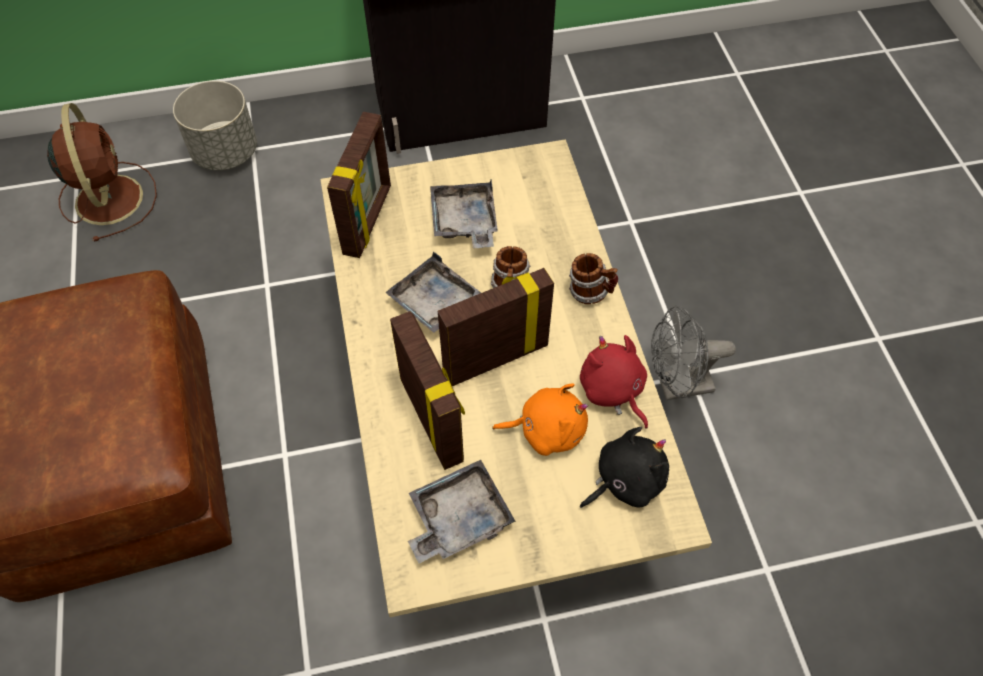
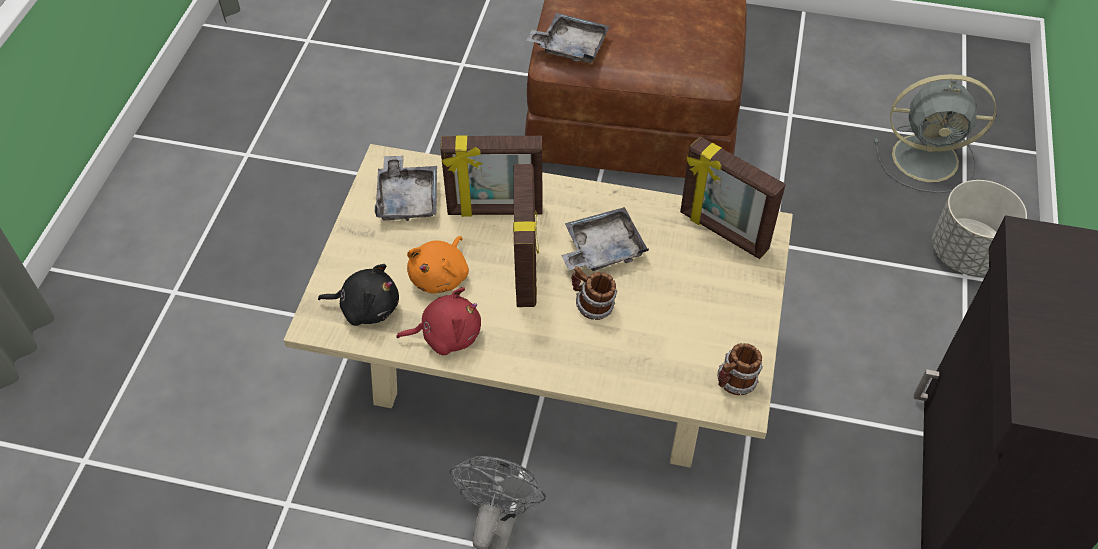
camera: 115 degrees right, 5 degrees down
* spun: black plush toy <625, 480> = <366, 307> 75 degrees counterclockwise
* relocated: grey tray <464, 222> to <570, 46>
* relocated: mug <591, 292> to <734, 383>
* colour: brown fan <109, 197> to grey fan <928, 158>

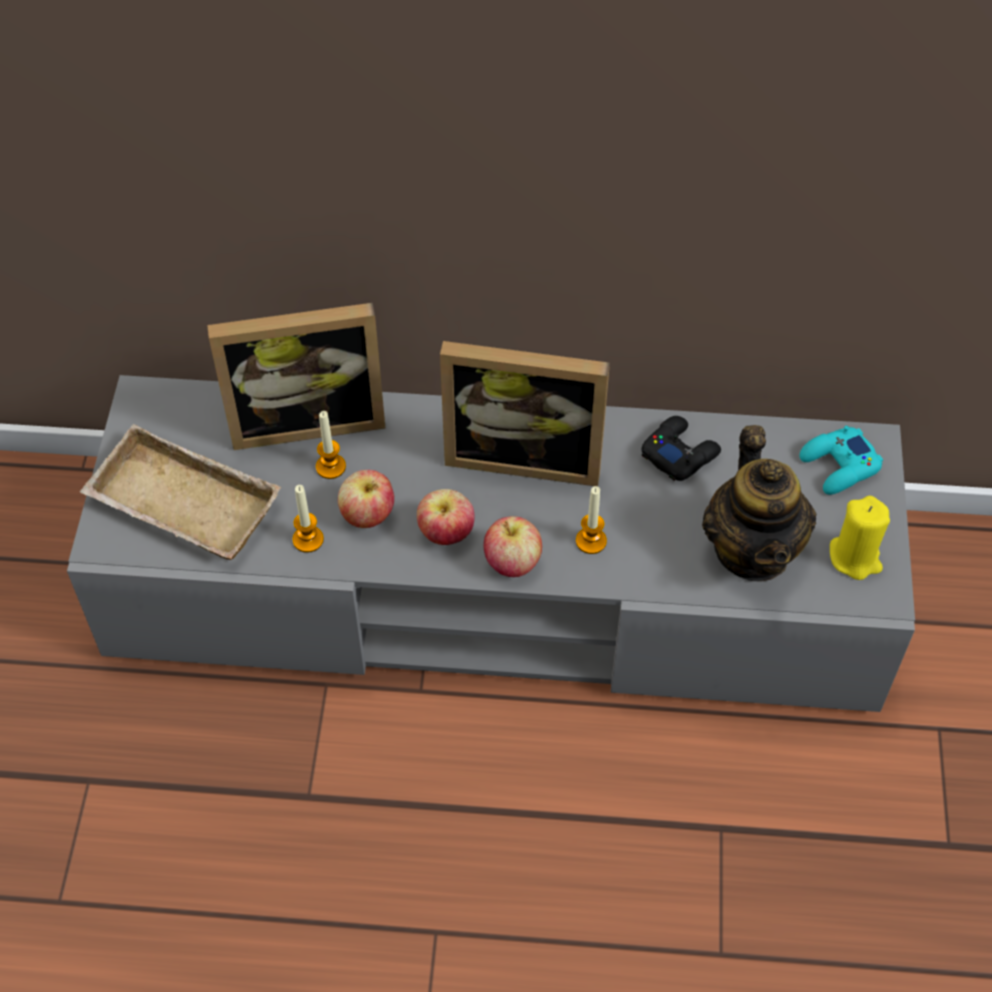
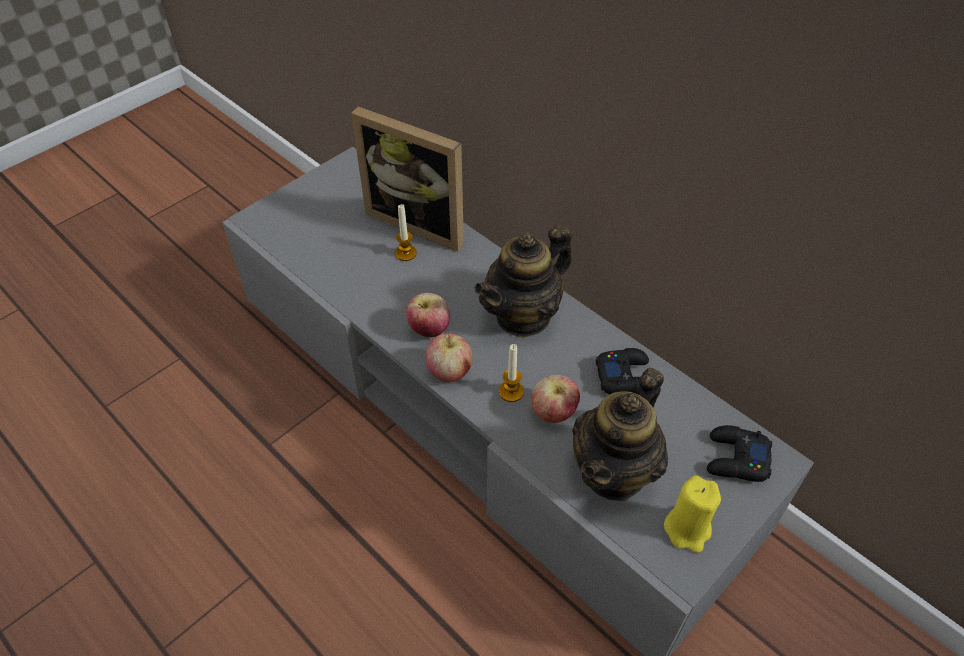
camera: 40 degrees right, 5 degrees down
* exchanged: picture frame <525, 454> to teapot <523, 315>
* relocated: apple <367, 515> to <553, 412>
* colour: turquoise game controller <839, 466> to black game controller <736, 459>
* missing: beige tray <179, 506>
* missing: candle <308, 539>

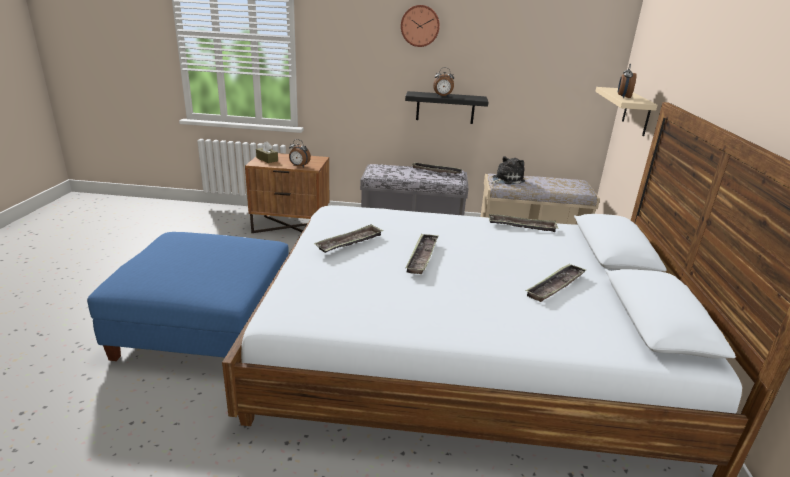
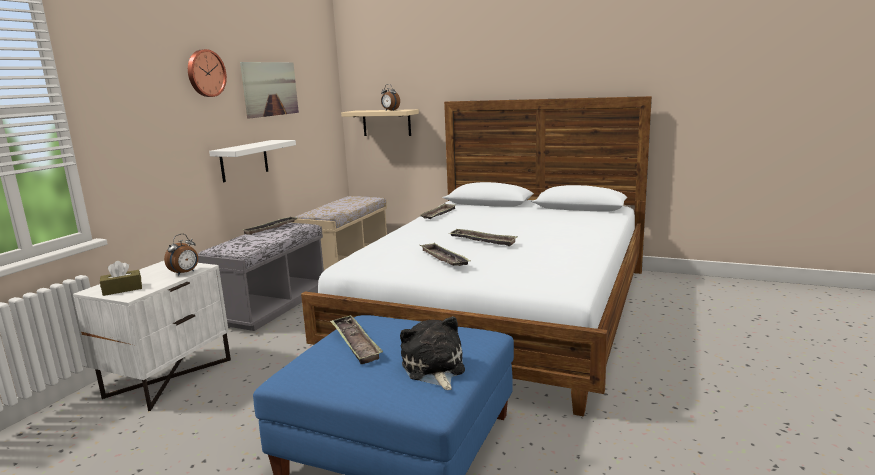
camera: 70 degrees left, 10 degrees down
* colour: brown nightstand <291, 227> to white nightstand <169, 377>
* colour: black shelf <445, 107> to white shelf <244, 160>
* appeared: picture <270, 89>
* relocated: tray <555, 286> to <355, 343>
* relocated: plush toy <506, 180> to <434, 369>
* missing: alarm clock <442, 96>

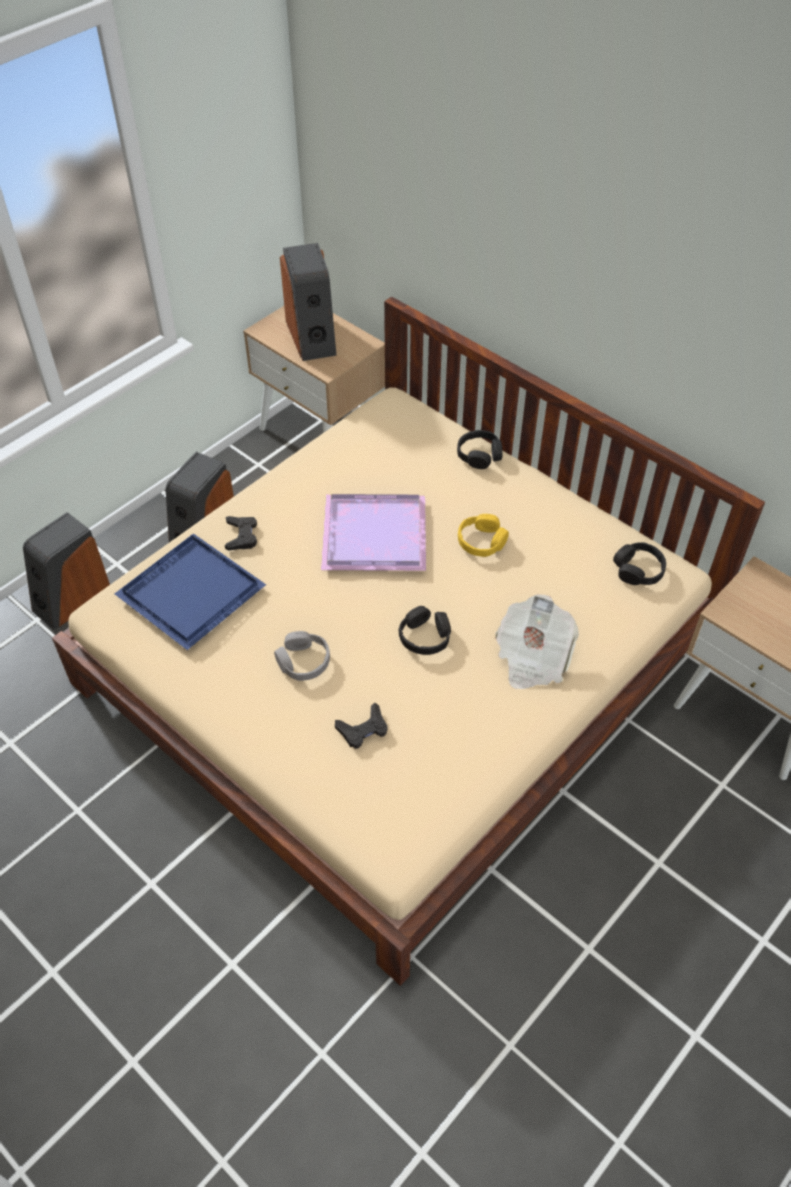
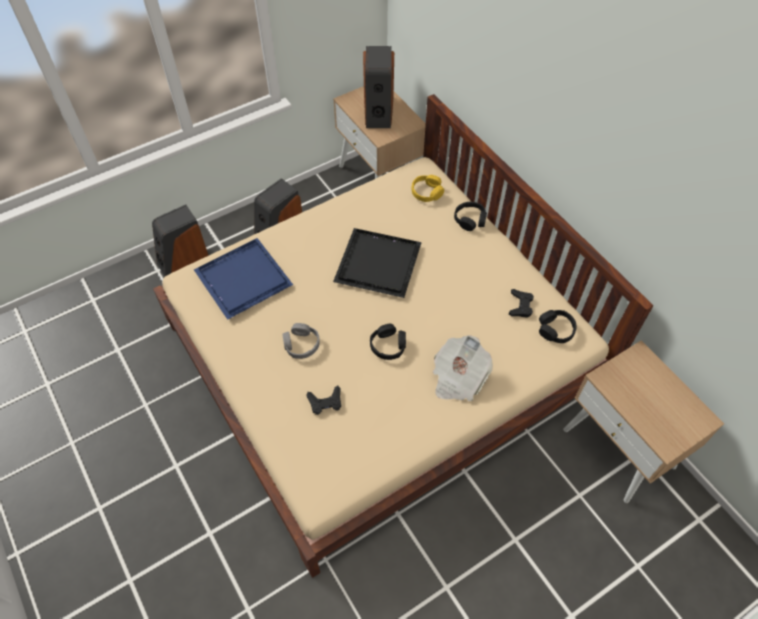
camera: 15 degrees right, 5 degrees up
* colour: purple tray <376, 533> to black tray <379, 263>
* relocated: yellow headphones <481, 541> to <427, 192>
* relocated: black game controller <241, 536> to <520, 305>

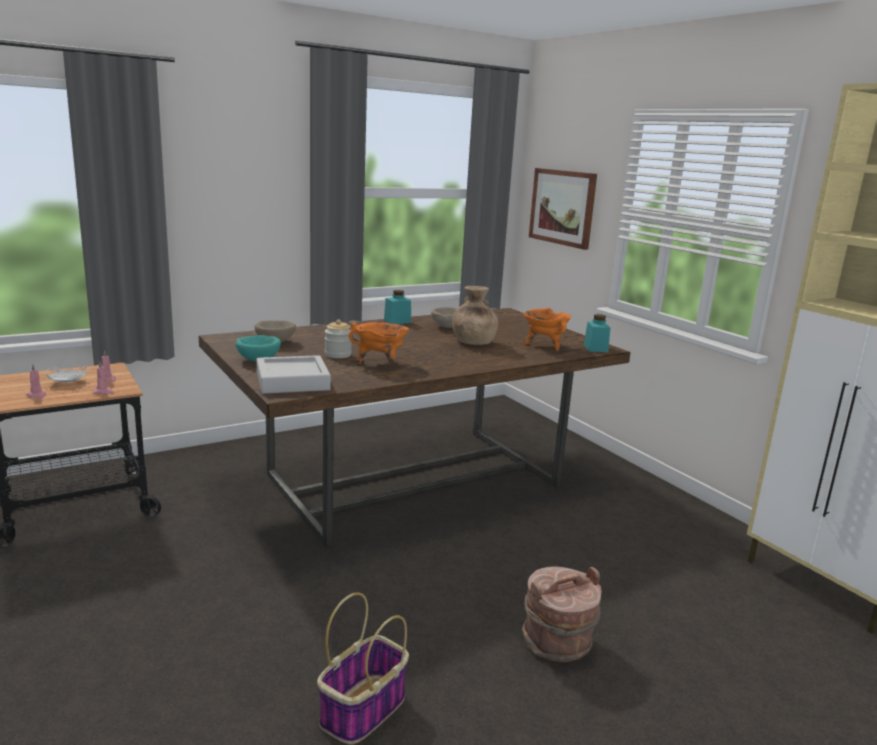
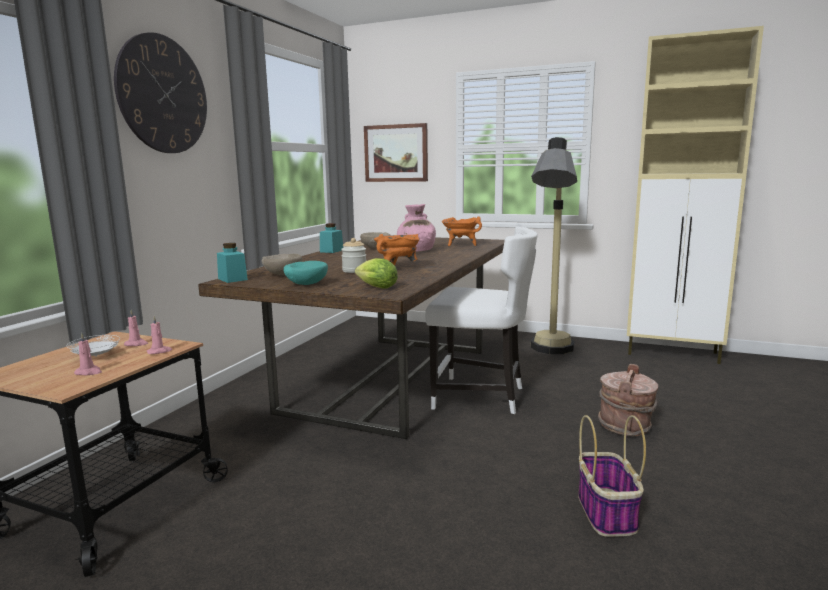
camera: 35 degrees left, 5 degrees down
* appeared: wall clock <163, 95>
* relocated: turquoise jar <595, 348> to <232, 279>
* exchanged: grey tray <292, 381> to lettuce <374, 287>
* colour: brown vase <473, 342> to pink vase <416, 250>
* appeared: white chair <480, 397>
* appeared: floor lamp <549, 353>

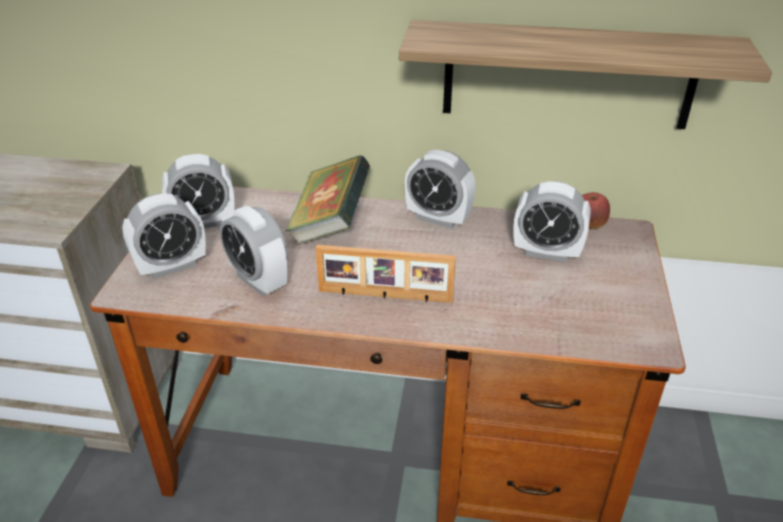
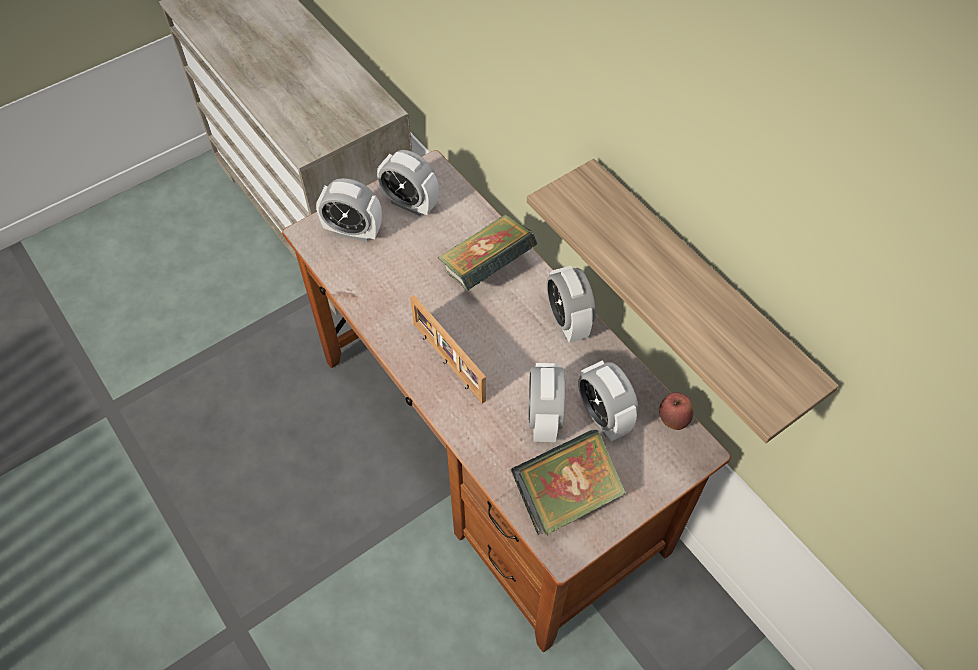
camera: 45 degrees right, 20 degrees up
* appeared: book <566, 495>
* relocated: alarm clock <258, 281> to <544, 418>

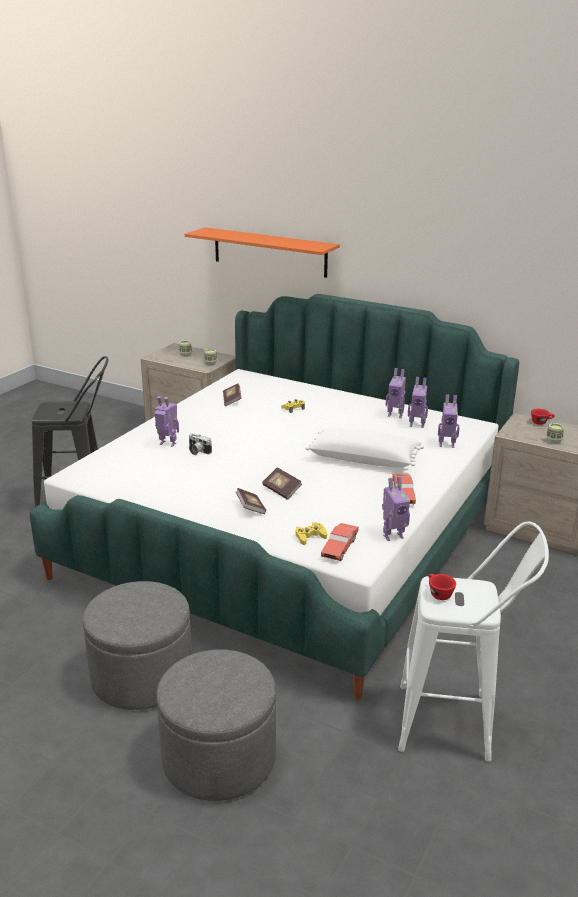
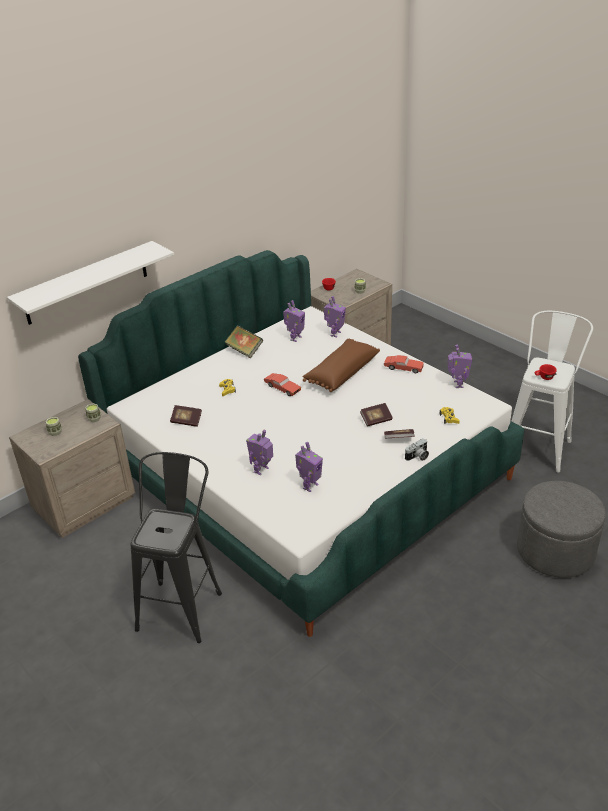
camera: 70 degrees left, 10 degrees up
* colour: orange shelf <269, 252> to white shelf <86, 283>
* appeared: book <244, 350>
* relocated: red toy car <339, 548> to <282, 388>
* relocated: toy robot <395, 415> to <310, 486>
* colour: white pillow <364, 459> to brown pillow <341, 373>
* relocated: photo camera <197, 451> to <417, 457>
* missing: grey ottoman <142, 676>

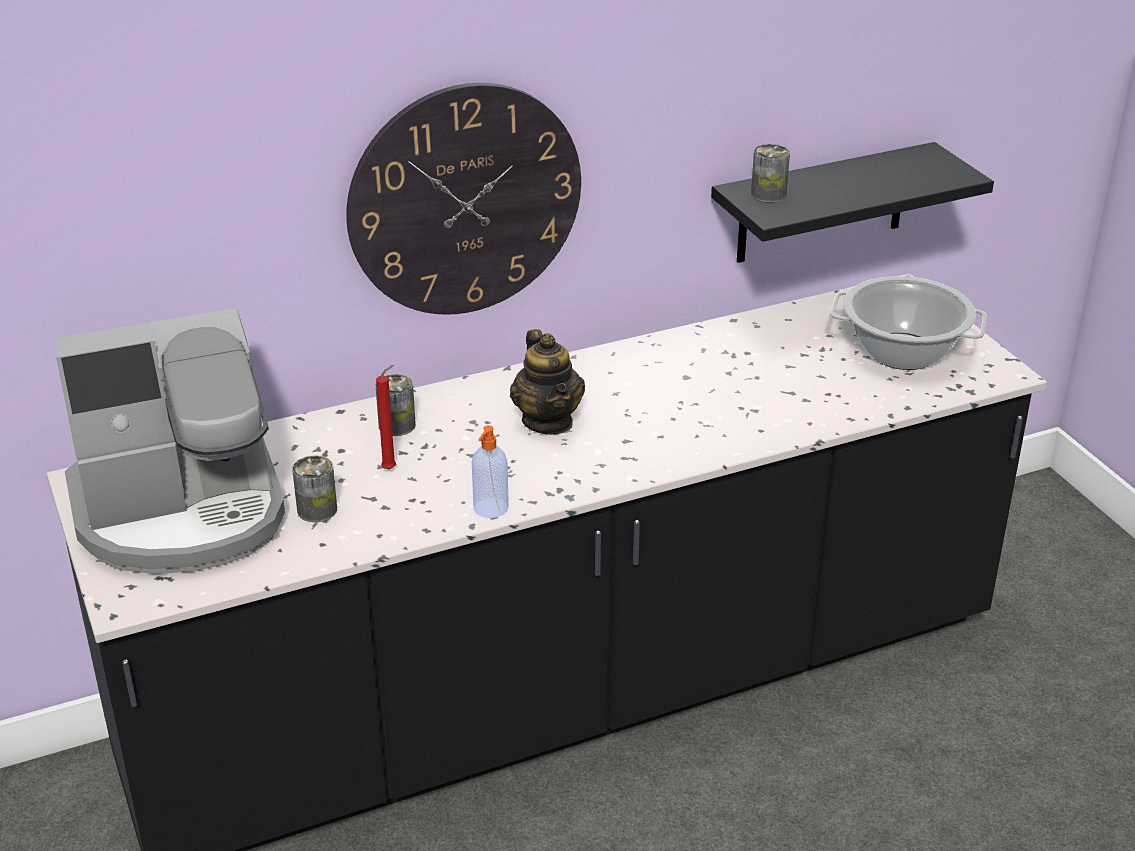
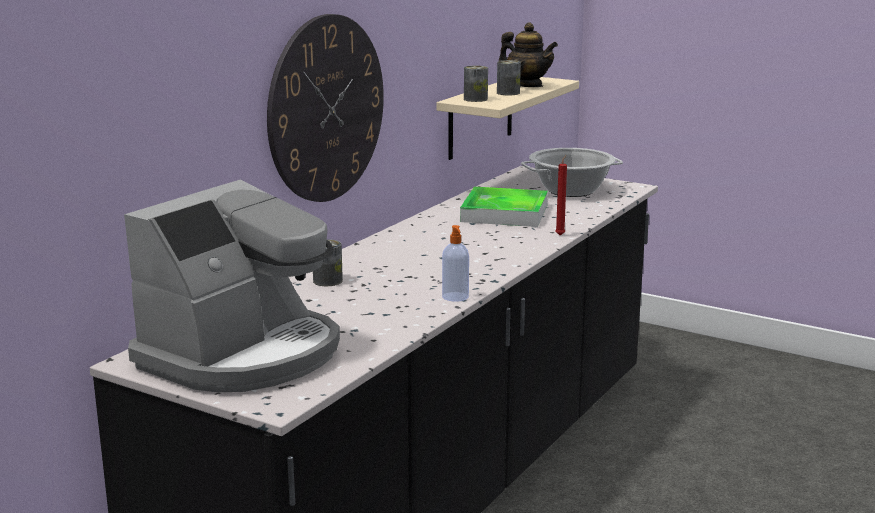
camera: 35 degrees left, 15 degrees down
* colour: black shelf <822, 204> to beige shelf <480, 117>
* appeared: tray <504, 213>
* relocated: can <317, 510> to <508, 93>
* relocated: teapot <548, 421> to <527, 85>
* relocated: red candle <391, 469> to <560, 235>

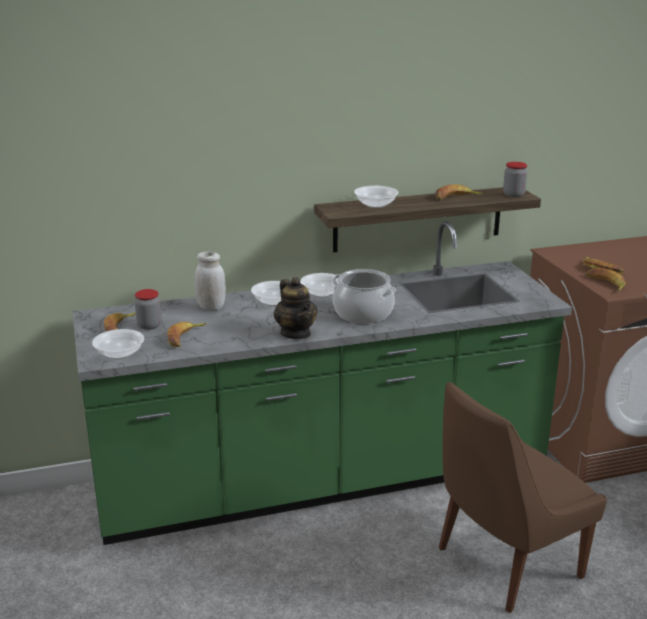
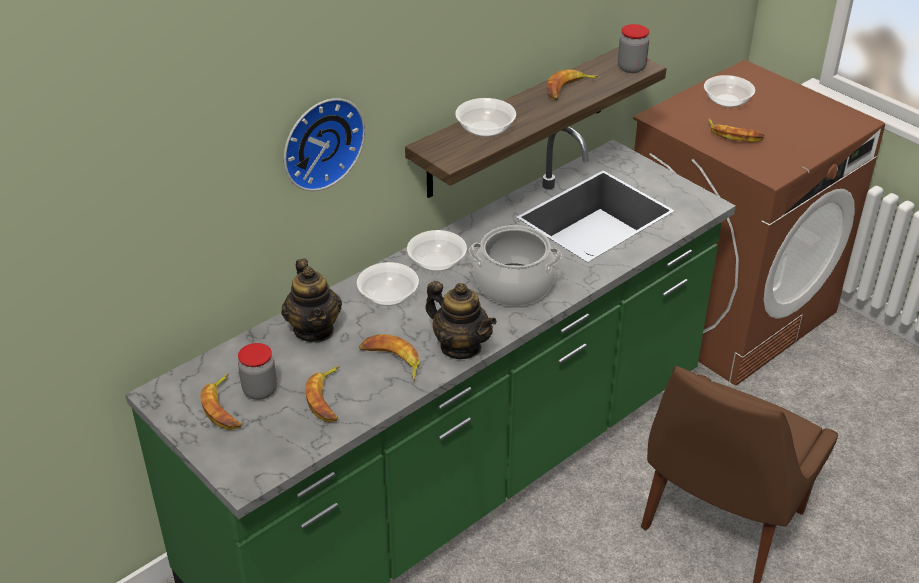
camera: 25 degrees left, 15 degrees up
* exchanged: white jar <211, 307> to teapot <314, 330>
* appeared: wall clock <320, 141>
* relocated: banana <605, 283> to <391, 361>
* relocated: bowl <119, 354> to <727, 101>

